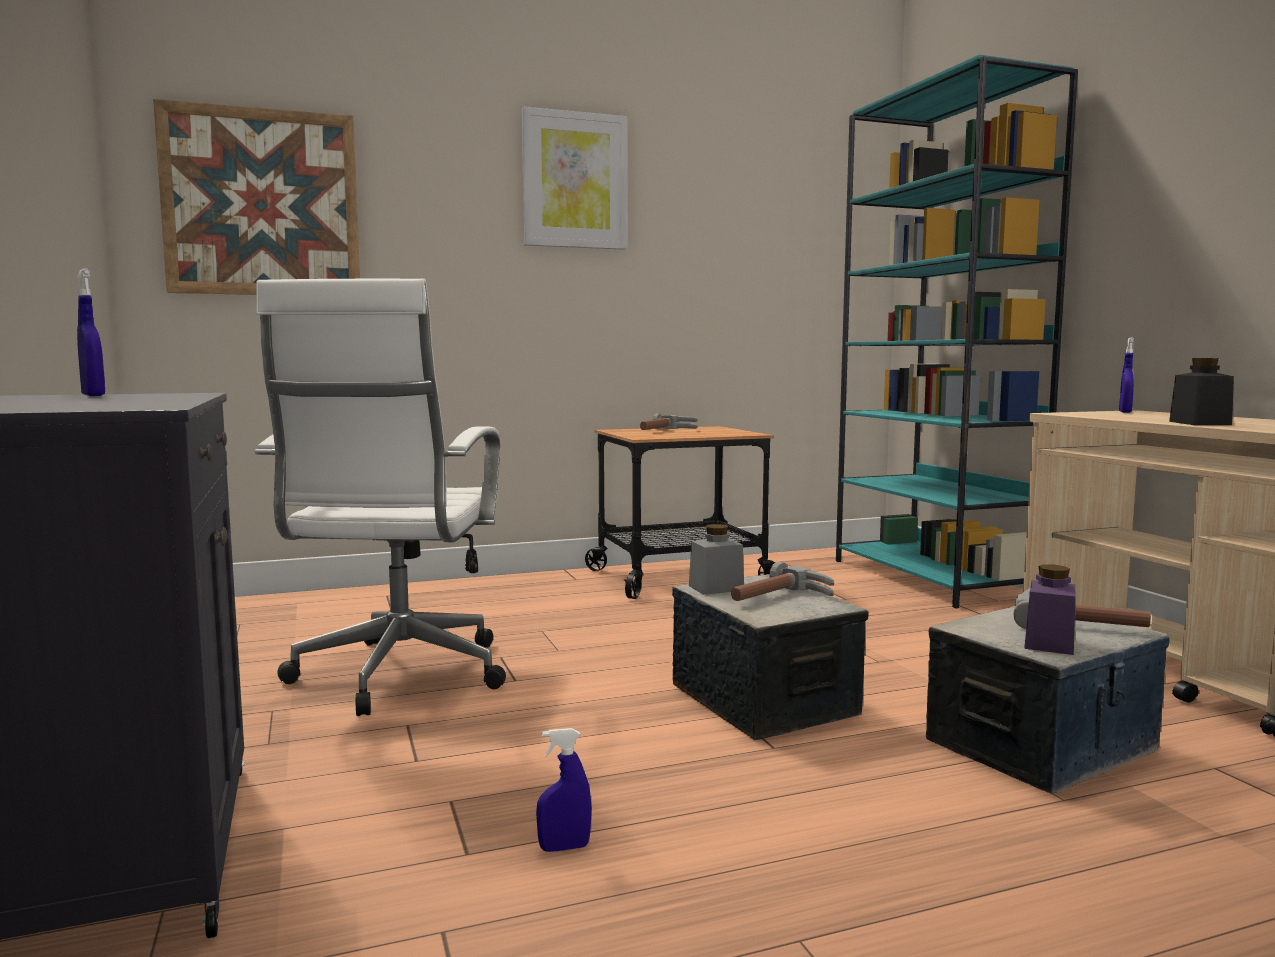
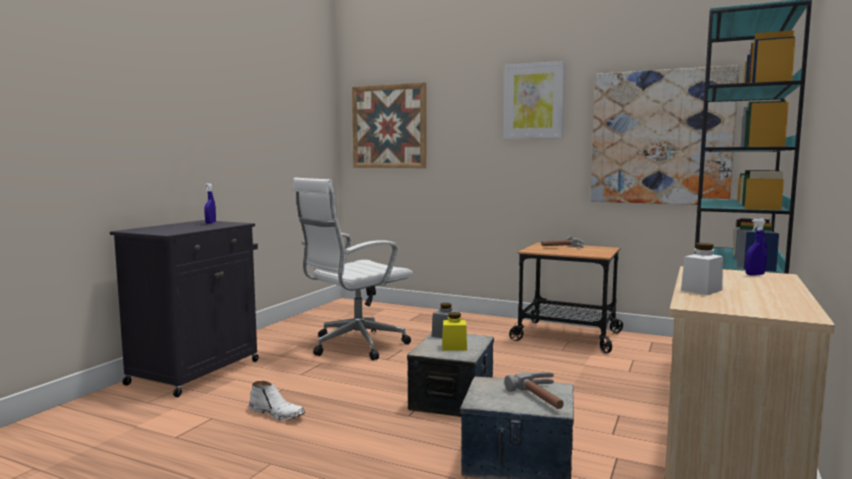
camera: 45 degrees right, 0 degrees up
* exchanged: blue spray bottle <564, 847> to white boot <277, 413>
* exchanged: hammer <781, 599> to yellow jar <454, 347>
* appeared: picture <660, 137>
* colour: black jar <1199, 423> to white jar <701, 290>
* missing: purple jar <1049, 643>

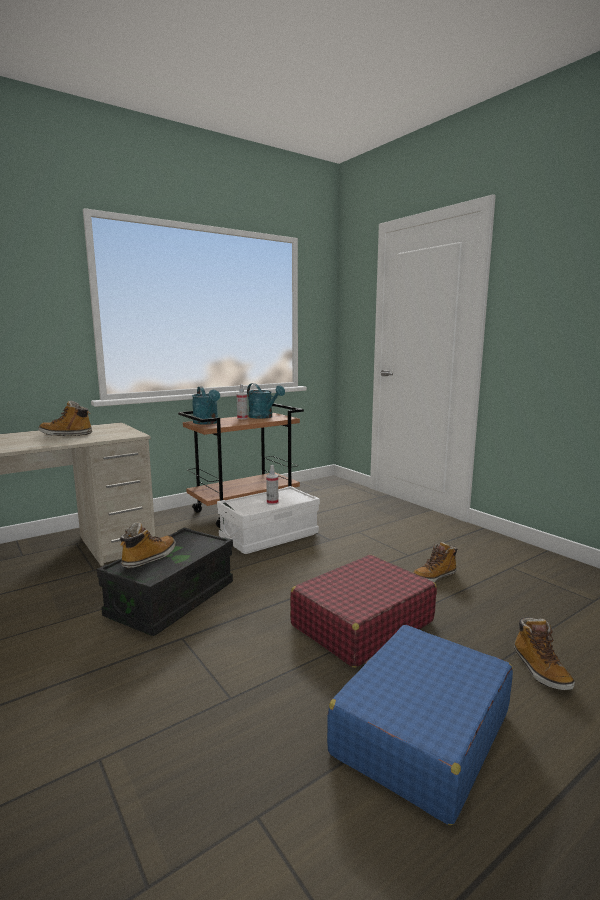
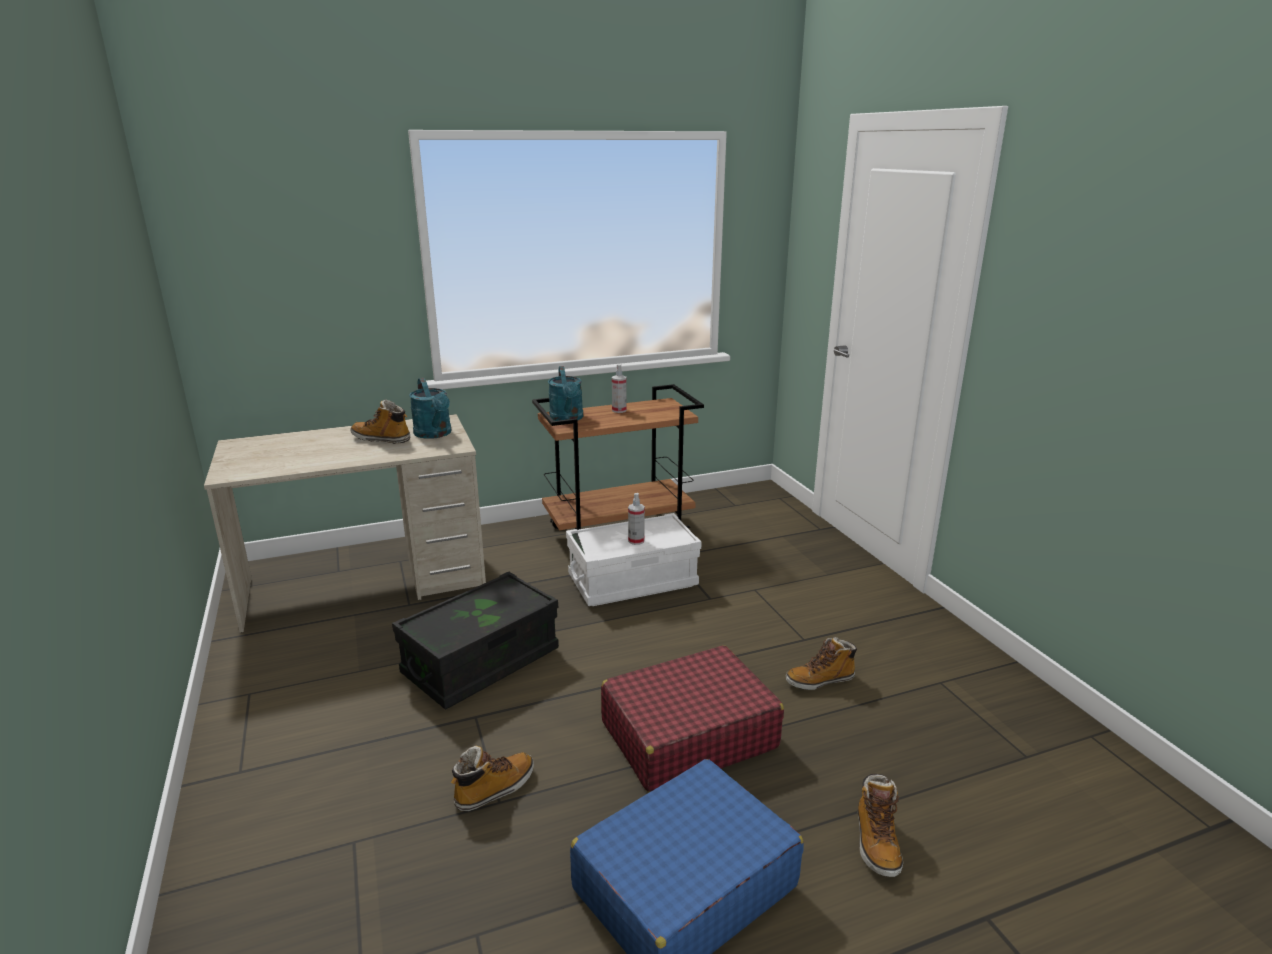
camera: 15 degrees right, 10 degrees up
* relocated: turquoise watering can <264, 417> to <435, 434>
* relocated: boot <149, 558> to <495, 789>

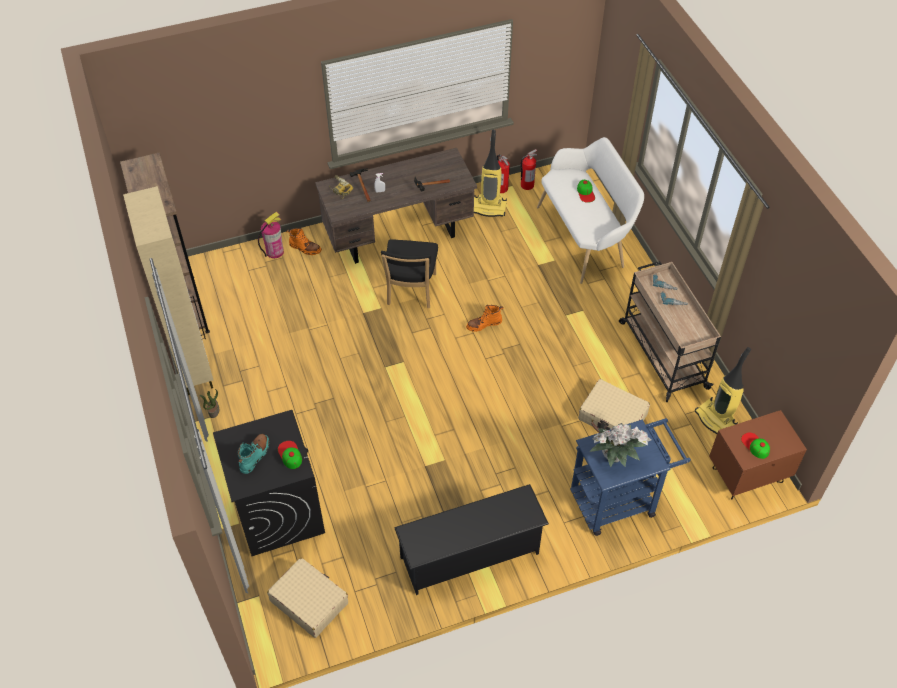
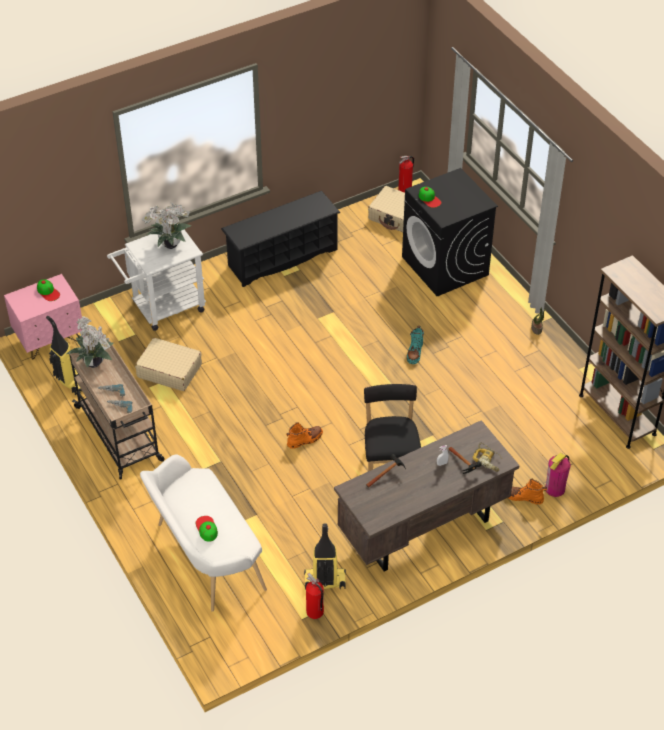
camera: 170 degrees right, 5 degrees down
* colour: brown nightstand <746, 476> to pink nightstand <50, 339>
* appeared: potted plant <93, 362>
* colour: blue cart <619, 500> to white cart <162, 308>
* relocated: fire extinguisher <526, 185> to <405, 189>
* relocated: turquoise boot <255, 456> to <415, 352>
* missing: beige cabinet <194, 367>

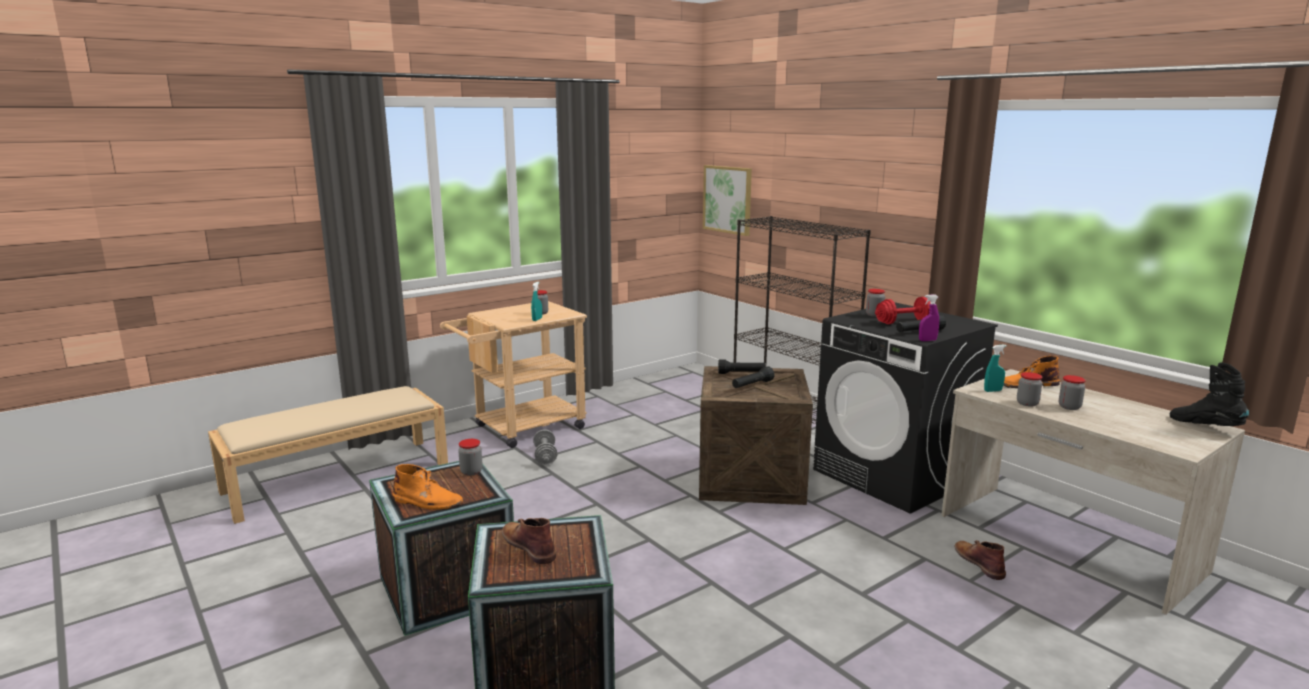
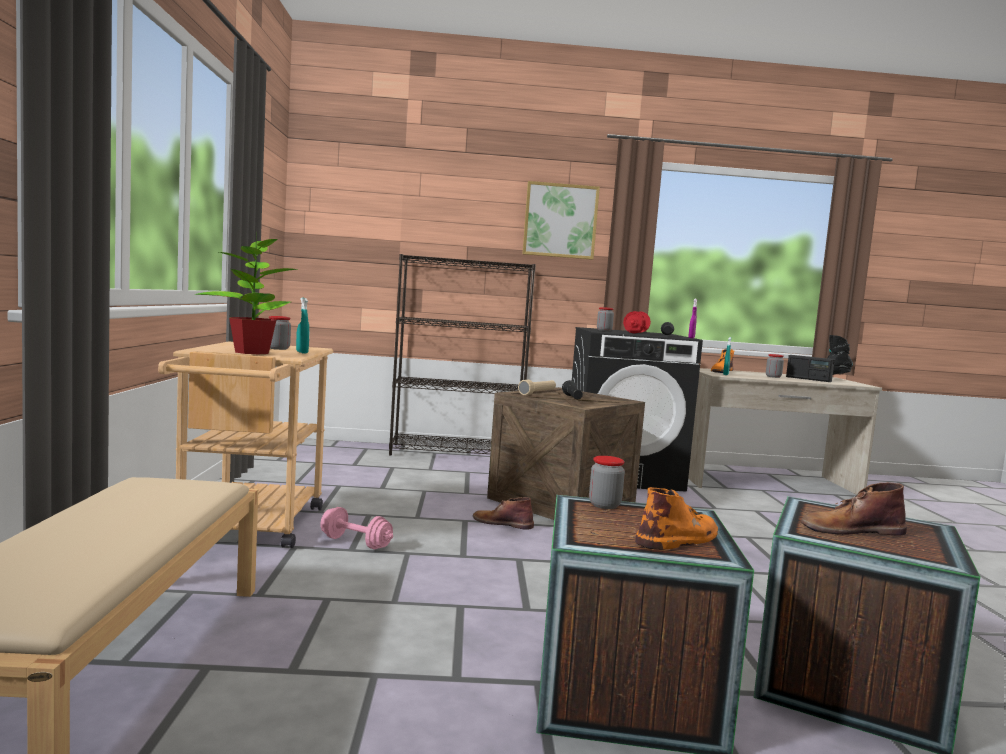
camera: 55 degrees left, 10 degrees down
* appeared: potted plant <252, 352>
* colour: grey dumbbell <545, 456> to pink dumbbell <355, 543>
* relocated: brown boot <979, 562> to <502, 523>
* colour: black flashlight <741, 373> to beige flashlight <538, 393>
* relocated: picture <728, 199> to <560, 221>
* appeared: radio <808, 379>
* missing: jar <1027, 403>

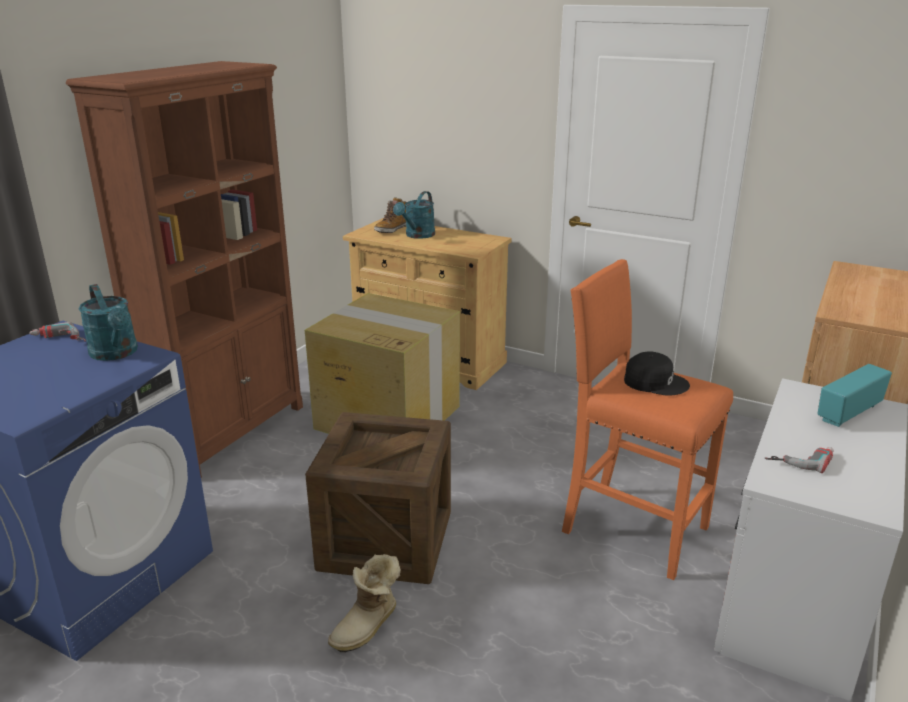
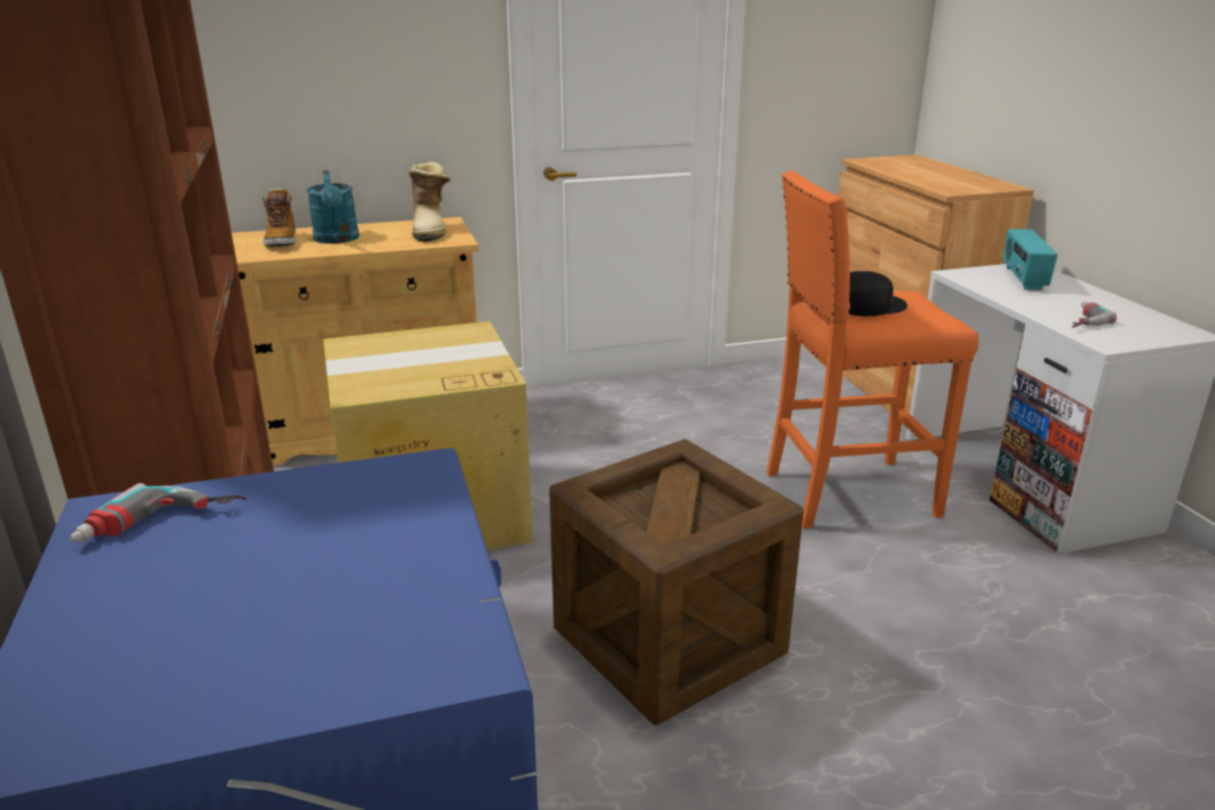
camera: 45 degrees left, 0 degrees up
* relocated: boot <368, 627> to <432, 231>
* missing: turquoise watering can <116, 354>

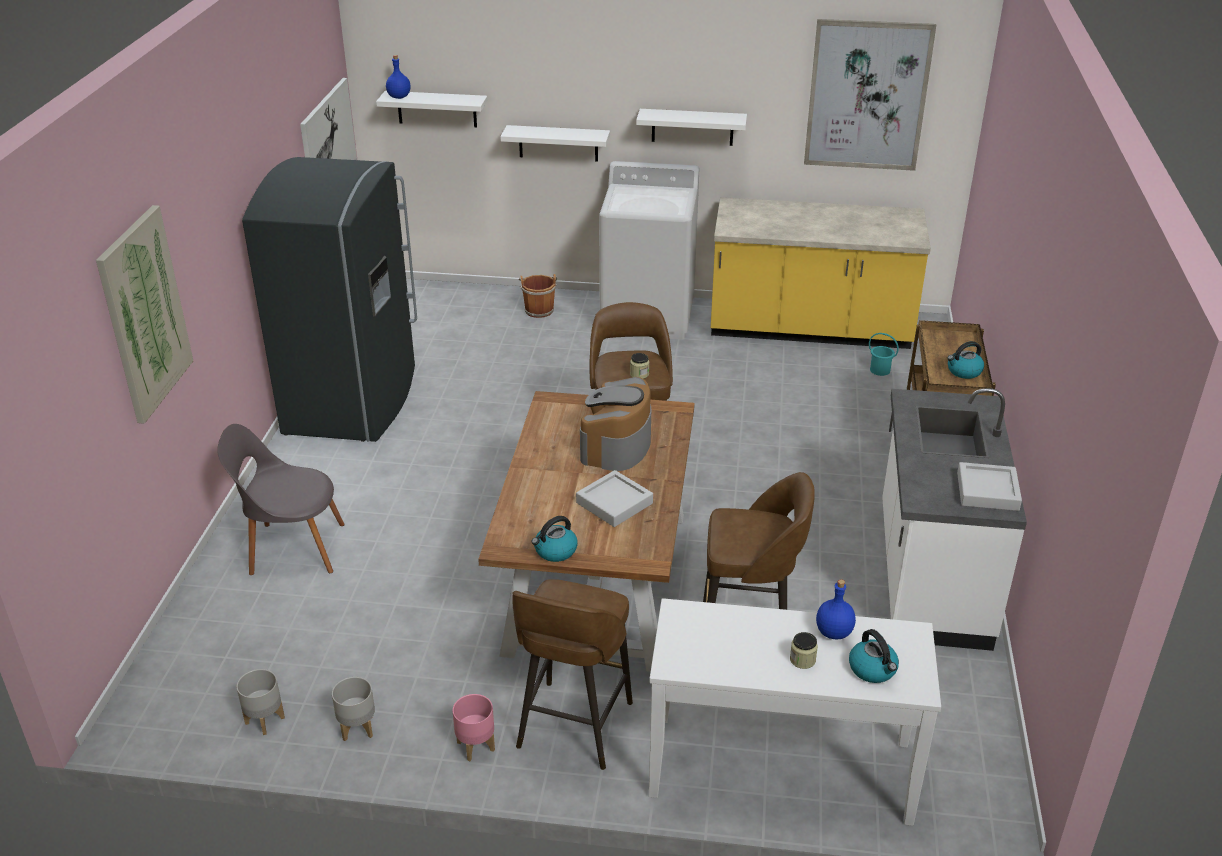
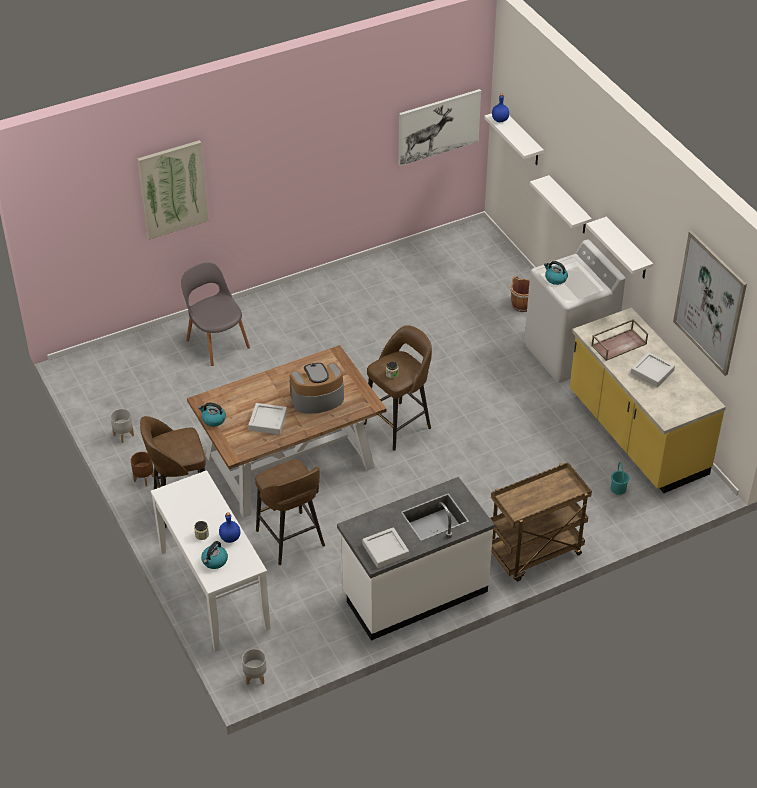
camera: 55 degrees right, 10 degrees up
* colour: pink planter <475, 746> to brown planter <143, 478>
* relocated: grey planter <264, 720> to <255, 677>
* relocated: kettle <963, 371> to <555, 278>
* appeared: brown tray <619, 344>
* appeared: grey tray <652, 372>
* missing: grey fridge <354, 401>

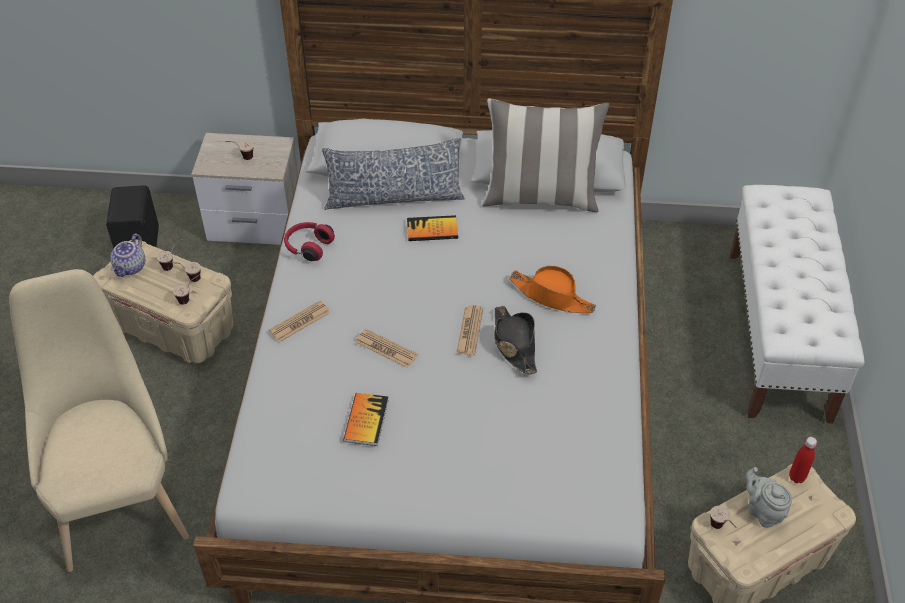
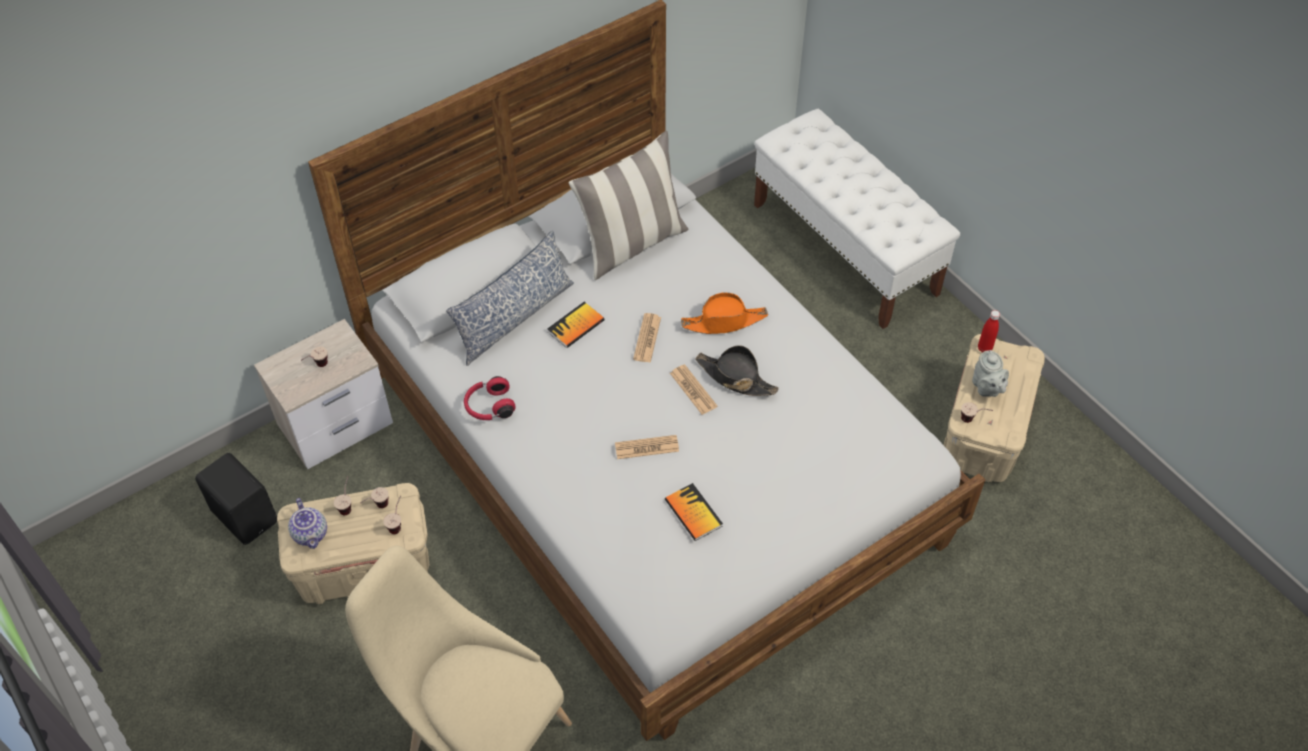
camera: 40 degrees left, 5 degrees up
* relocated: newspaper <300, 322> to <647, 338>
* spun: grey teapot <762, 511> = <986, 388> 120 degrees counterclockwise

